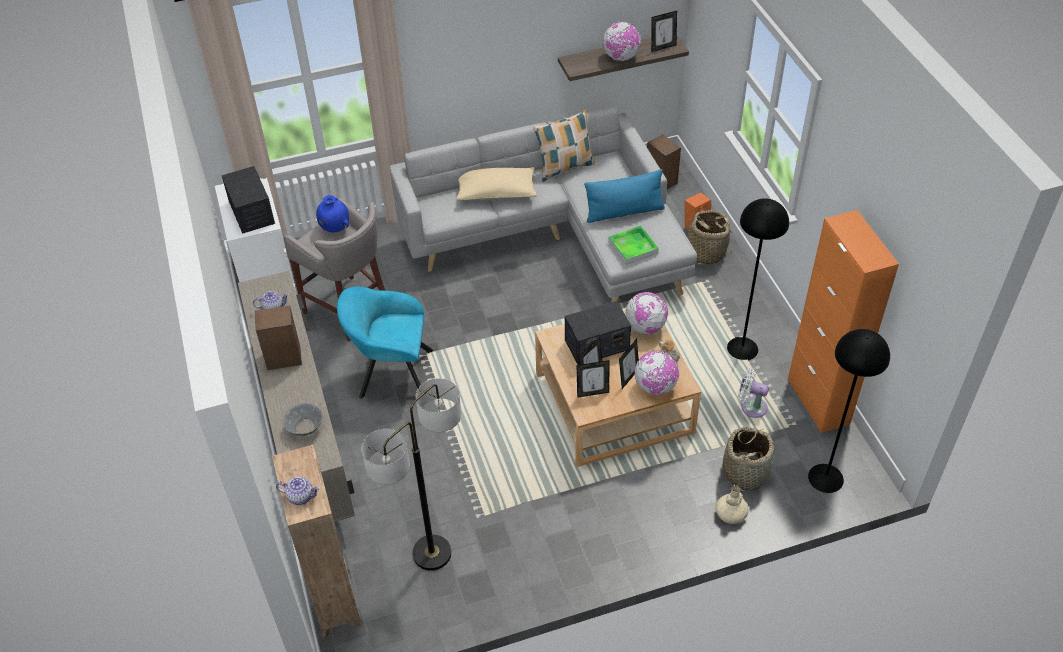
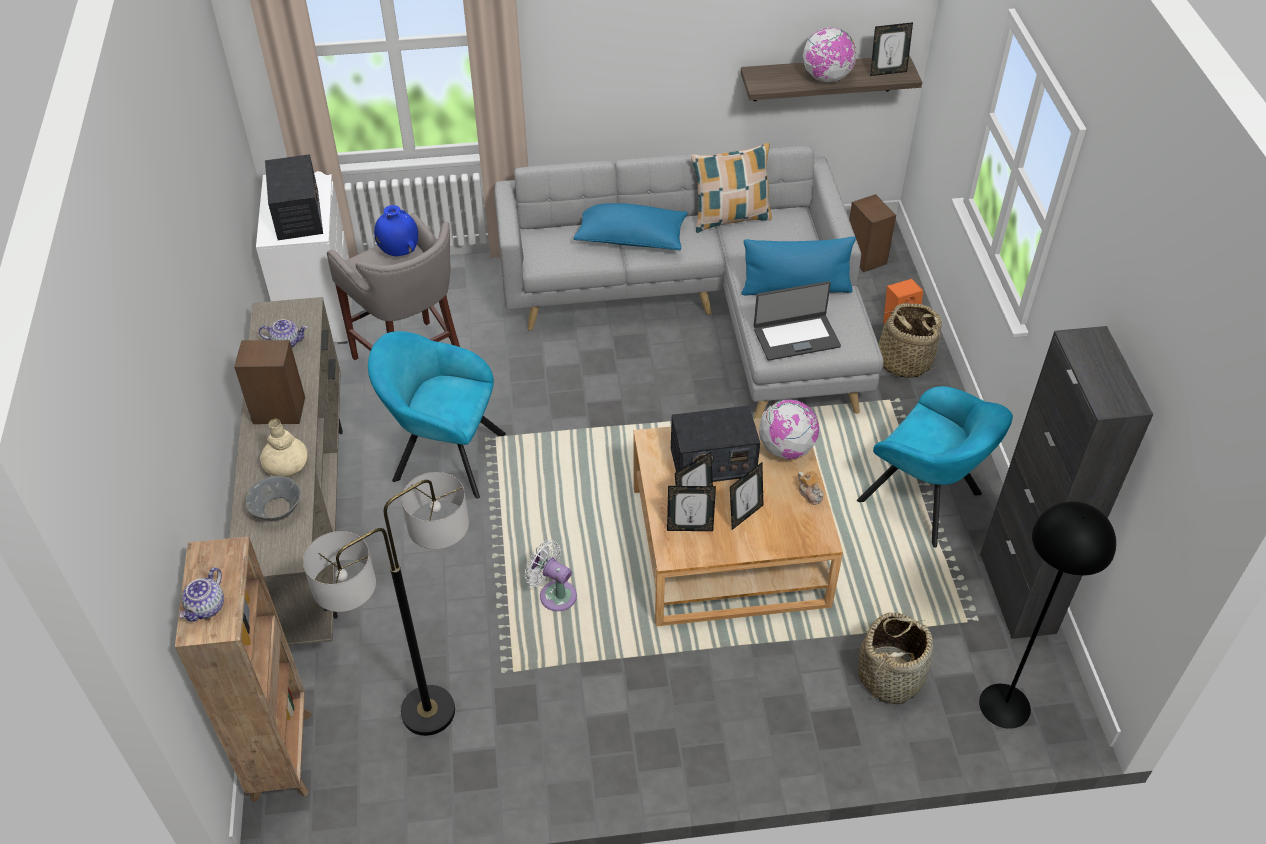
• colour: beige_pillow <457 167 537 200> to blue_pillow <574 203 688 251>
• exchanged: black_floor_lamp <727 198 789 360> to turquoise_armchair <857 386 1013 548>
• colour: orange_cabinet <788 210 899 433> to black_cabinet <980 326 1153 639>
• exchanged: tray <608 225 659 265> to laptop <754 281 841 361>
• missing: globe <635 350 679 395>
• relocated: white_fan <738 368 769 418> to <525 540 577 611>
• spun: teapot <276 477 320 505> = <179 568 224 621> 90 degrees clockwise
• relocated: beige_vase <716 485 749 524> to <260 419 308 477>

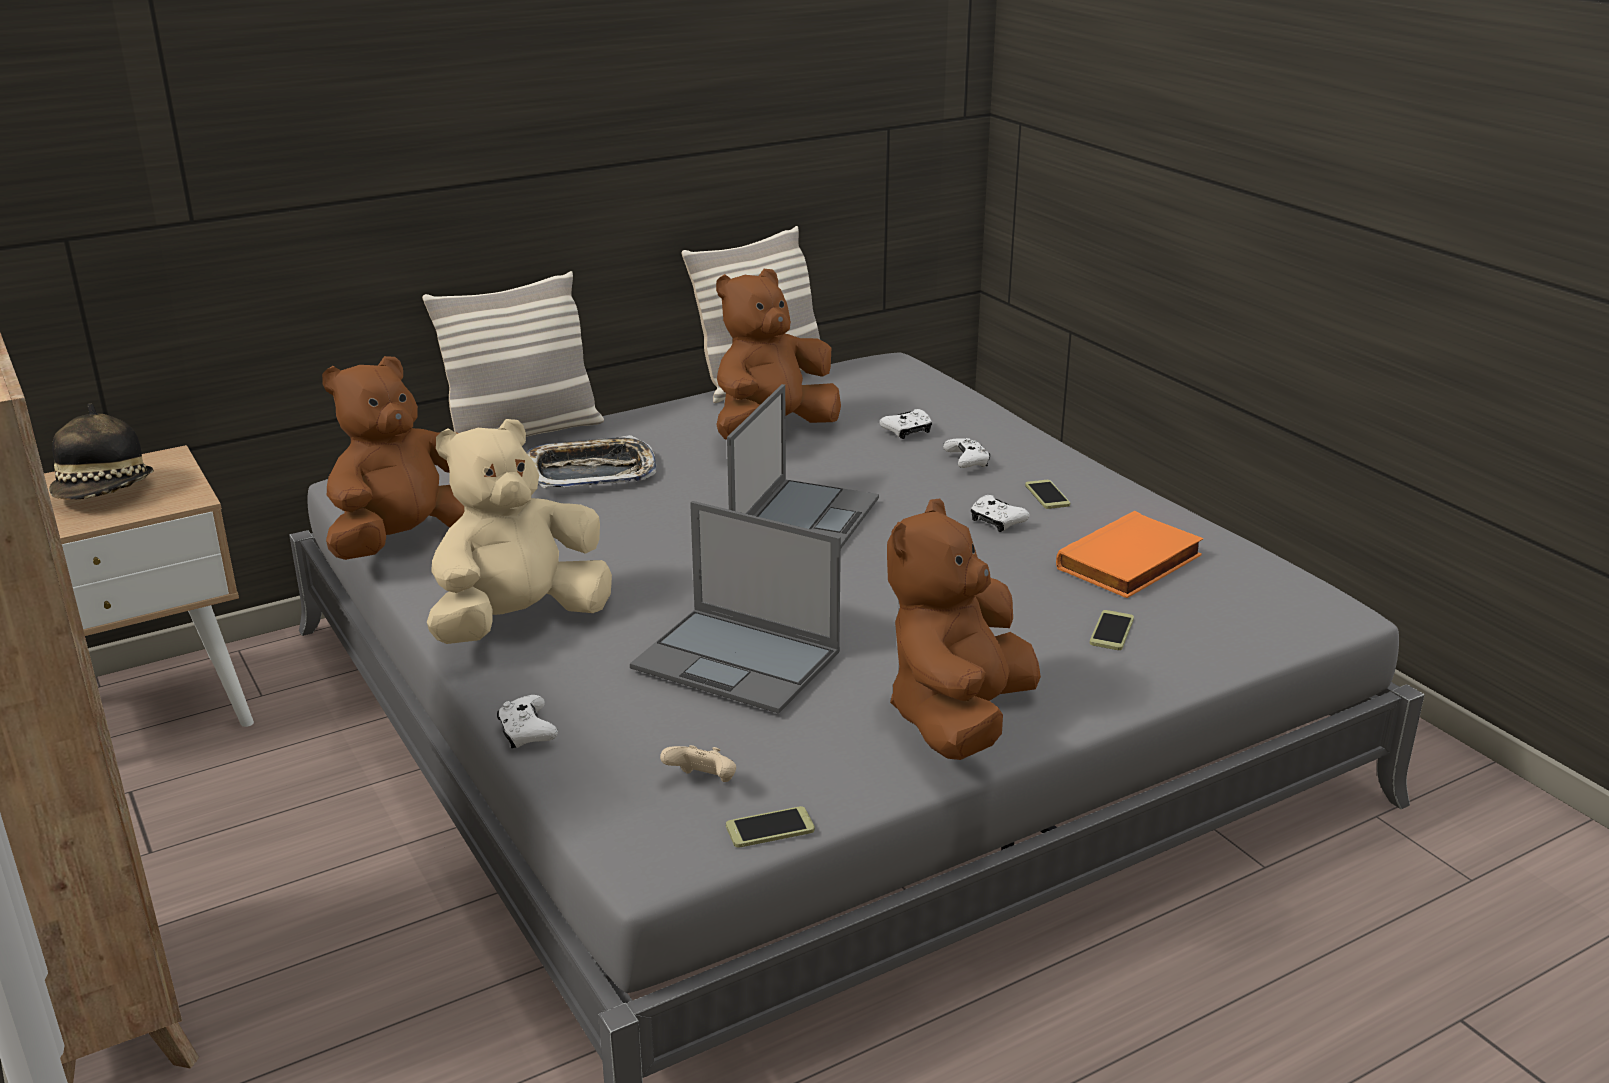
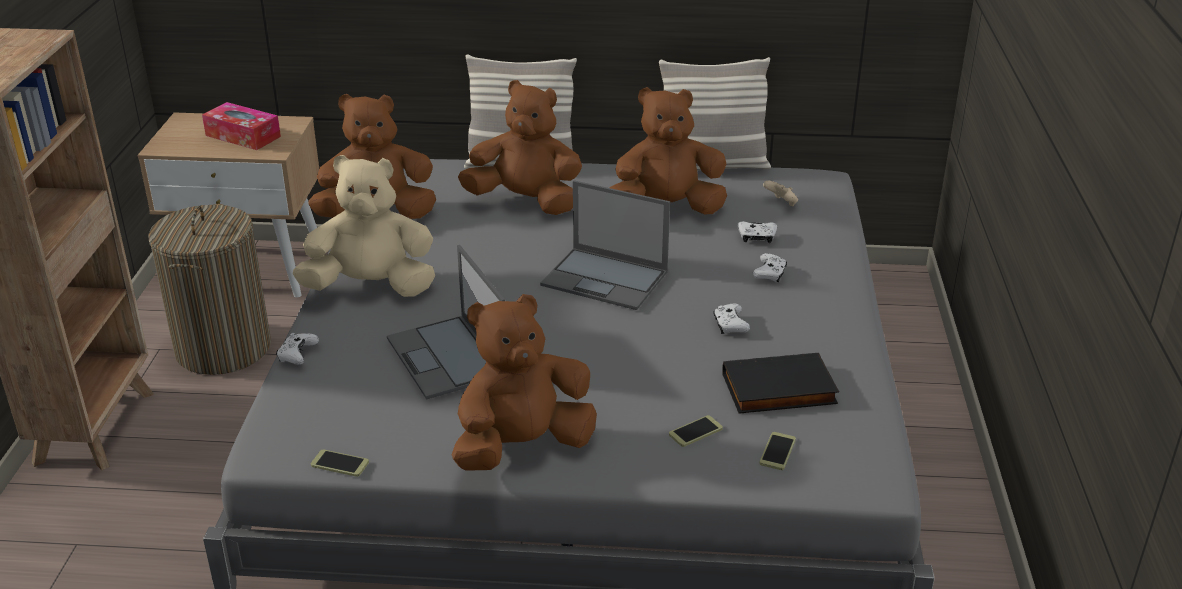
• spun: laptop <727 384 879 548> = <540 180 670 310> 60 degrees clockwise
• exchanged: hat <49 403 154 500> to tissue_box <202 102 281 150>
• exchanged: tray <526 435 656 488> to brown_plush_toy <458 80 582 215>
• relocated: phone <1025 480 1070 509> to <759 432 796 470>
• colour: orange_book <1056 511 1204 598> to black_book <722 353 839 414>
• relocated: beige_game_controller <660 745 736 782> to <763 181 798 206>
• appeared: laundry_basket <148 204 271 375>

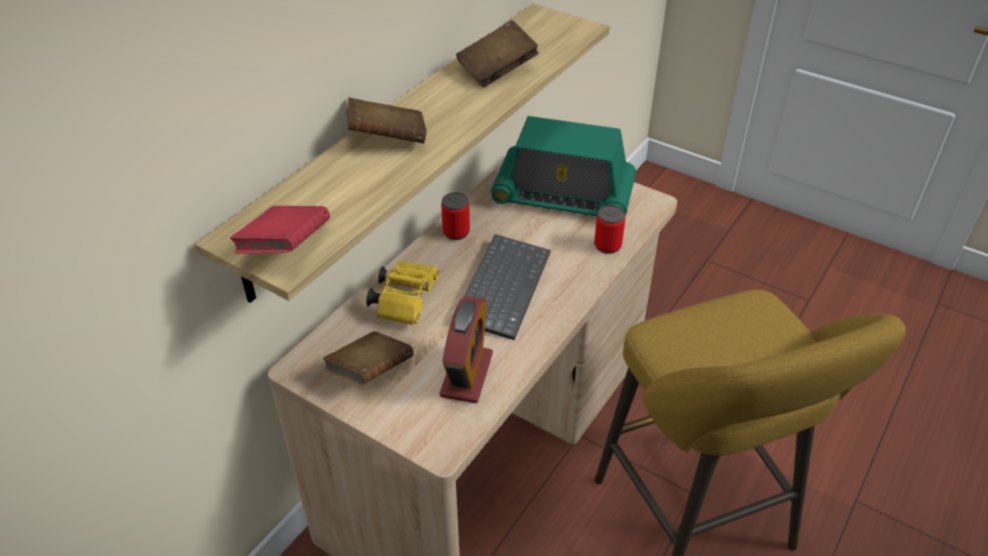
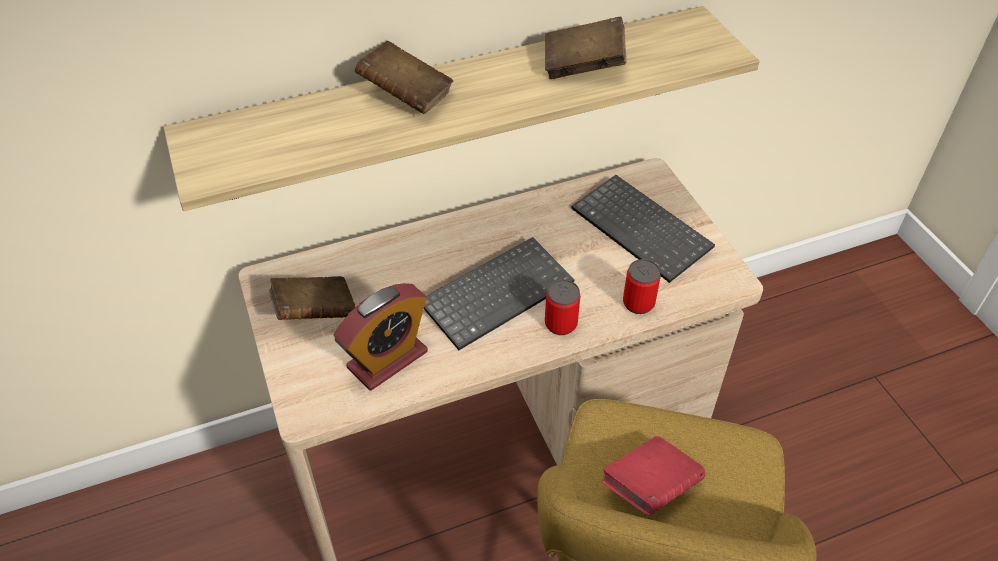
• exchanged: radio <491 116 636 216> to keyboard <572 175 715 283>
• relocated: can <441 192 470 240> to <545 280 580 335>
• relocated: red_book <230 206 330 254> to <601 436 706 516>
• missing: yellow_binoculars <366 261 439 326>

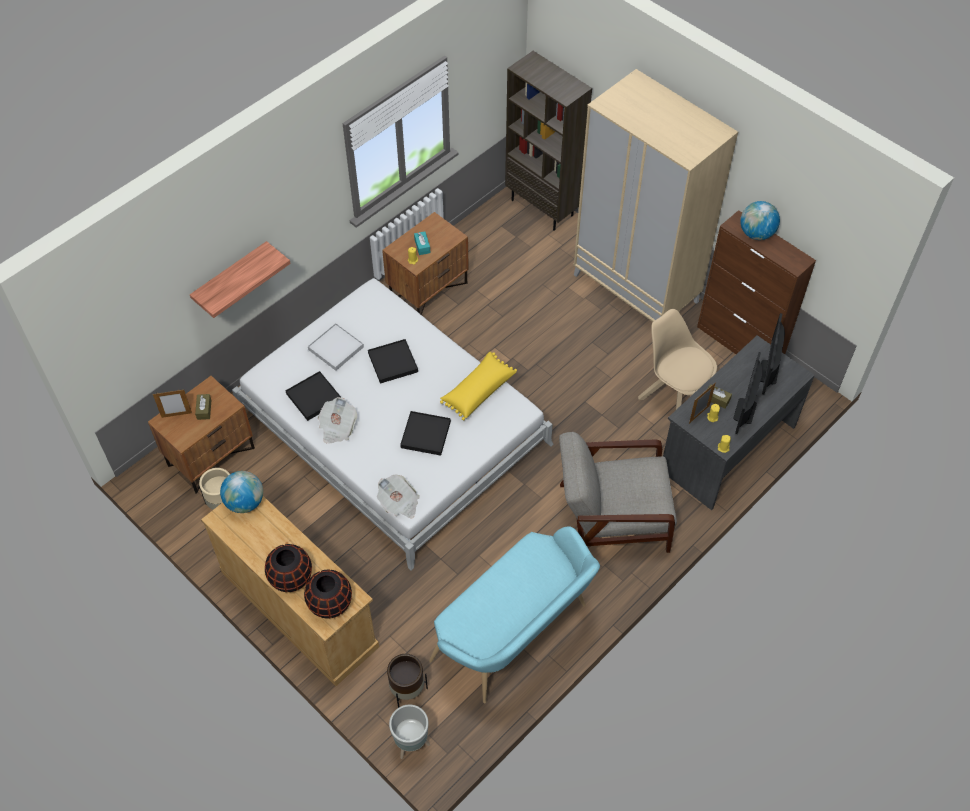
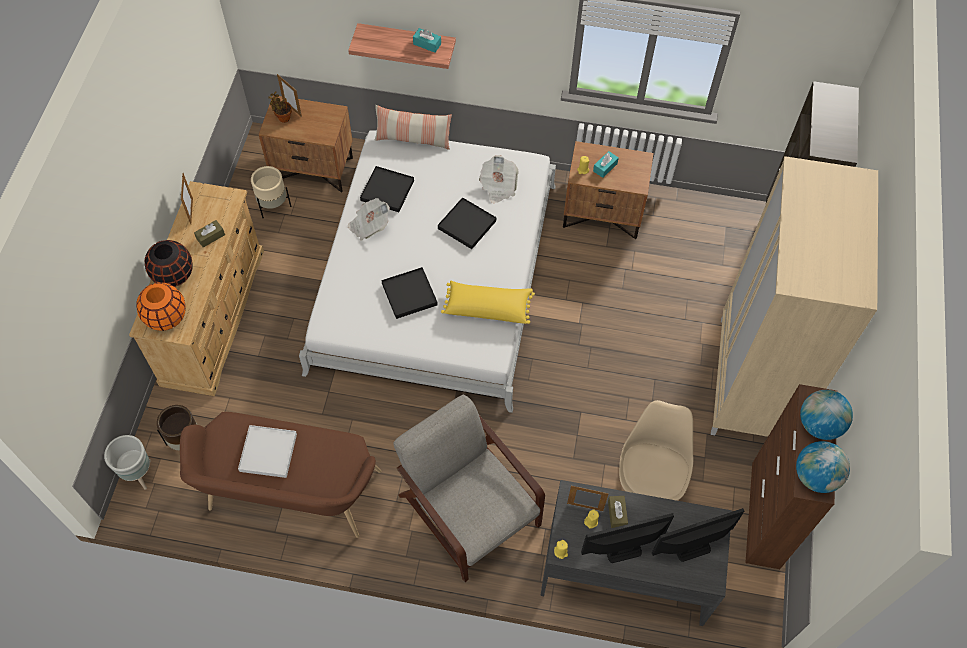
• relocated: white_tray <308 323 364 371> to <238 425 297 478>
• relocated: brown_tissue_box <195 394 211 420> to <194 220 225 248>
• relocated: globe <220 471 263 513> to <796 441 850 493>
• relocated: newspaper <377 475 420 518> to <479 155 519 203>
• colour: turquoise_bench <429 526 600 703> to brown_bench <180 412 381 538>
• colour: black_vase <304 570 352 619> to orange_vase <136 282 186 331>
• appeared: turquoise_tissue_box <413 28 441 53>
• appeared: potted_plant <268 91 292 123>
• appeared: pillow <374 105 452 150>
• appeared: picture_frame <181 173 193 224>

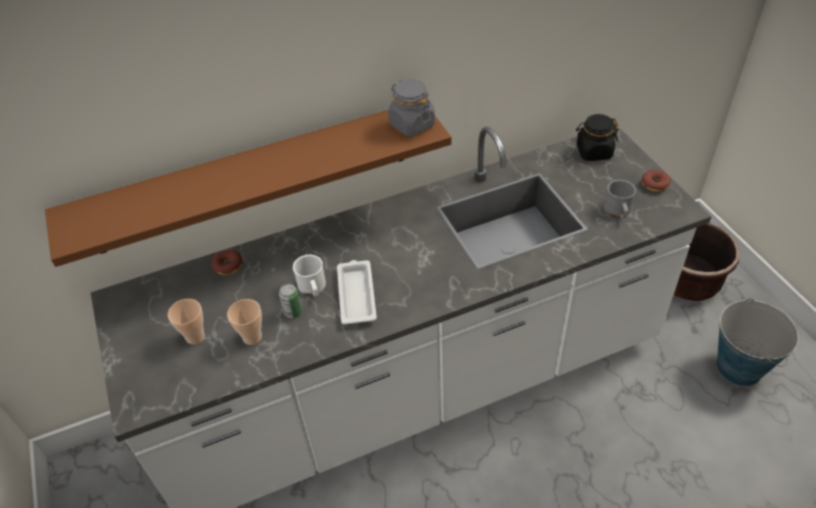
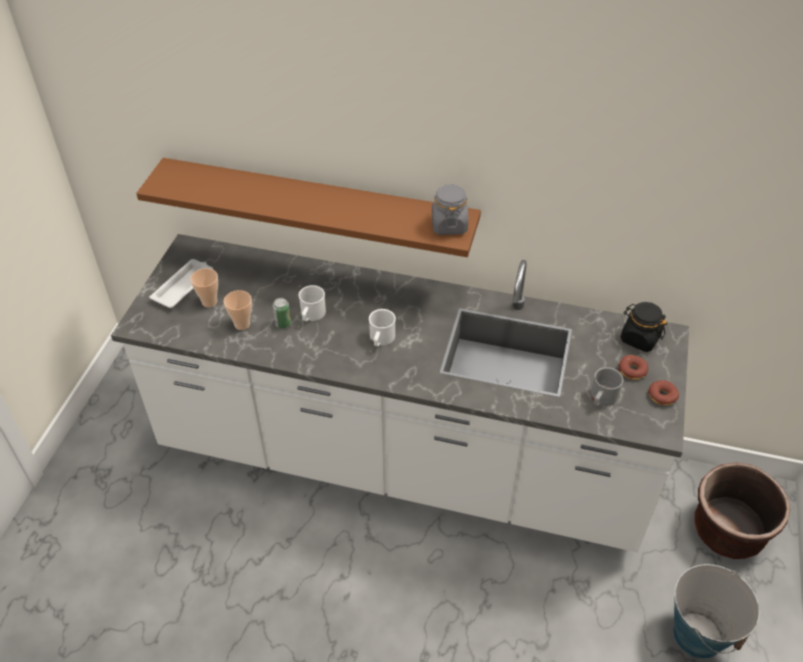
• relocated: donut <212 250 243 275> to <618 355 648 380>
• relocated: white_tray <337 260 377 325> to <149 259 213 308>
• appeared: white_mug <369 309 396 346>

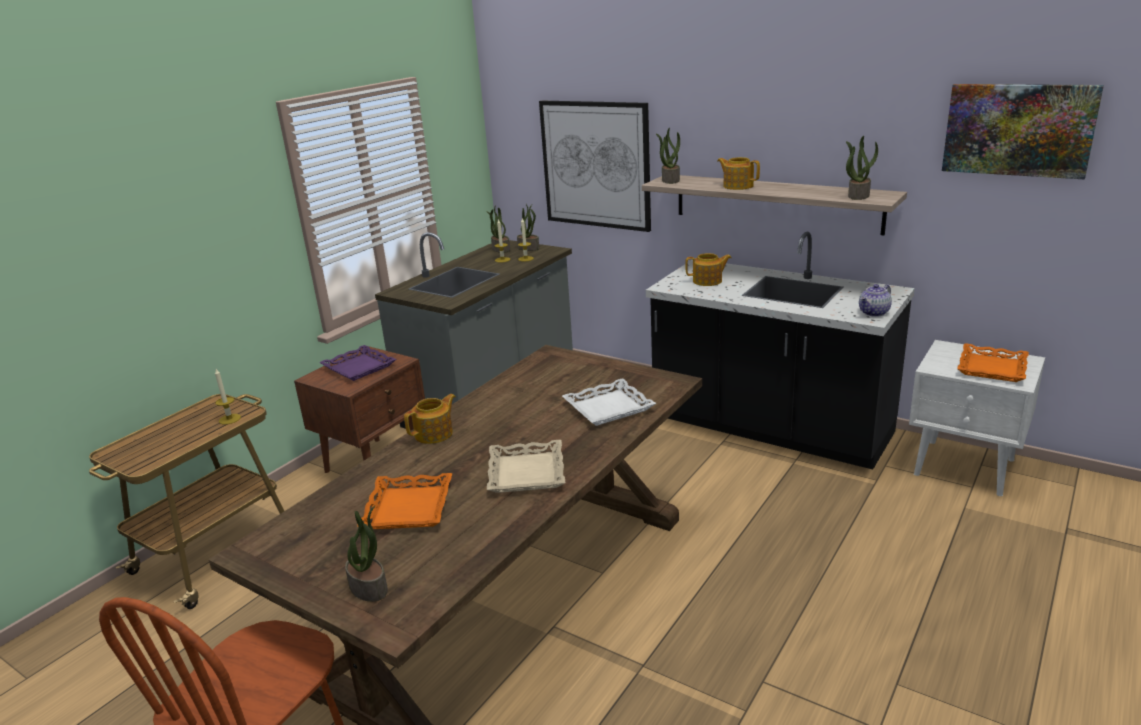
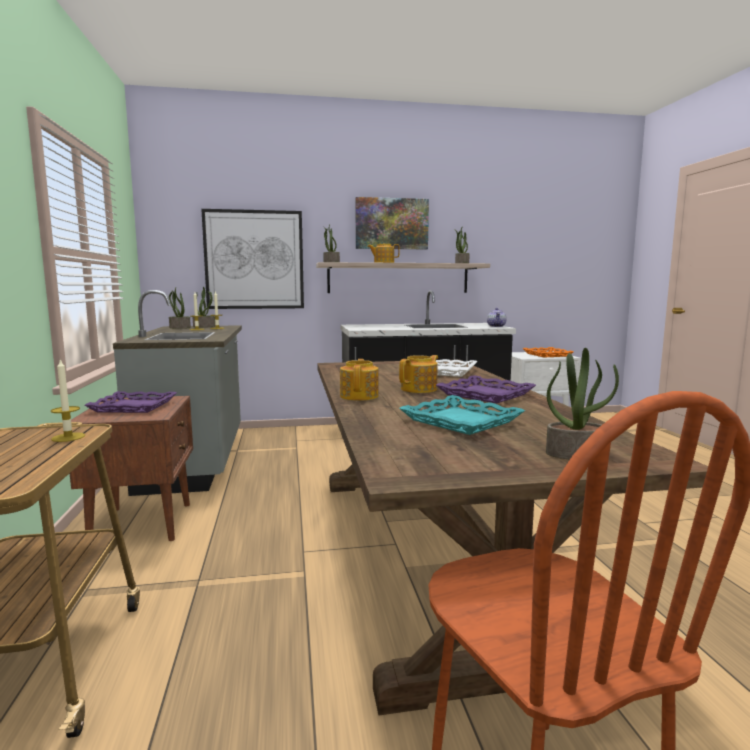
• relocated: picture <942 84 1104 180> to <355 197 429 249>
• relocated: teapot <685 253 731 286> to <399 355 438 393>
• colour: beige_tray <487 440 565 493> to purple_tray <436 375 536 403>
• colour: orange_tray <357 473 452 529> to turquoise_tray <399 395 525 435>

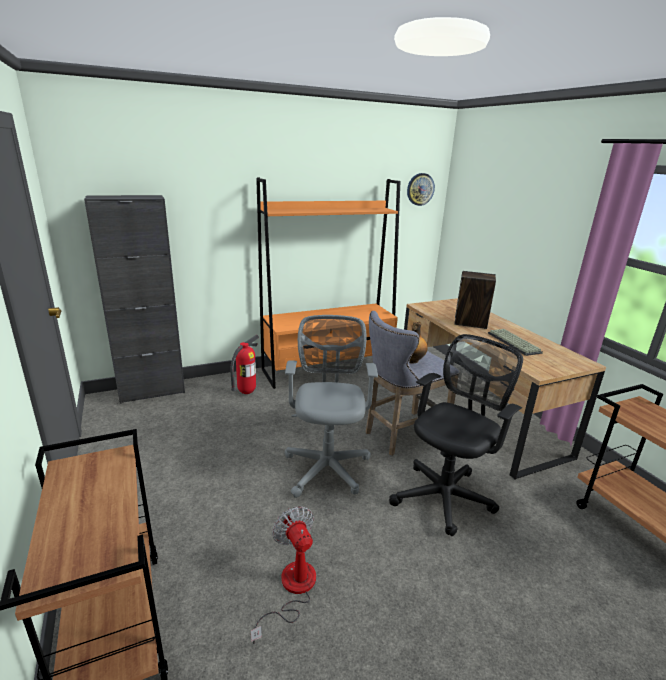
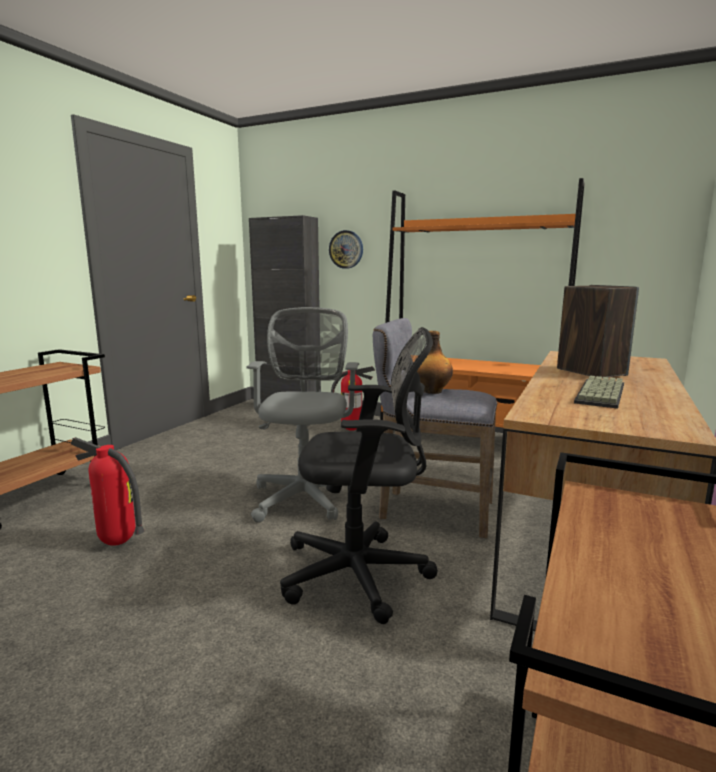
• relocated: wall_clock <407 173 435 206> to <329 230 363 269>
• spun: grey_office_chair <285 315 378 498> = <246 307 359 523> 45 degrees counterclockwise
• exchanged: fan <251 506 316 644> to fire_extinguisher <71 437 145 546>

